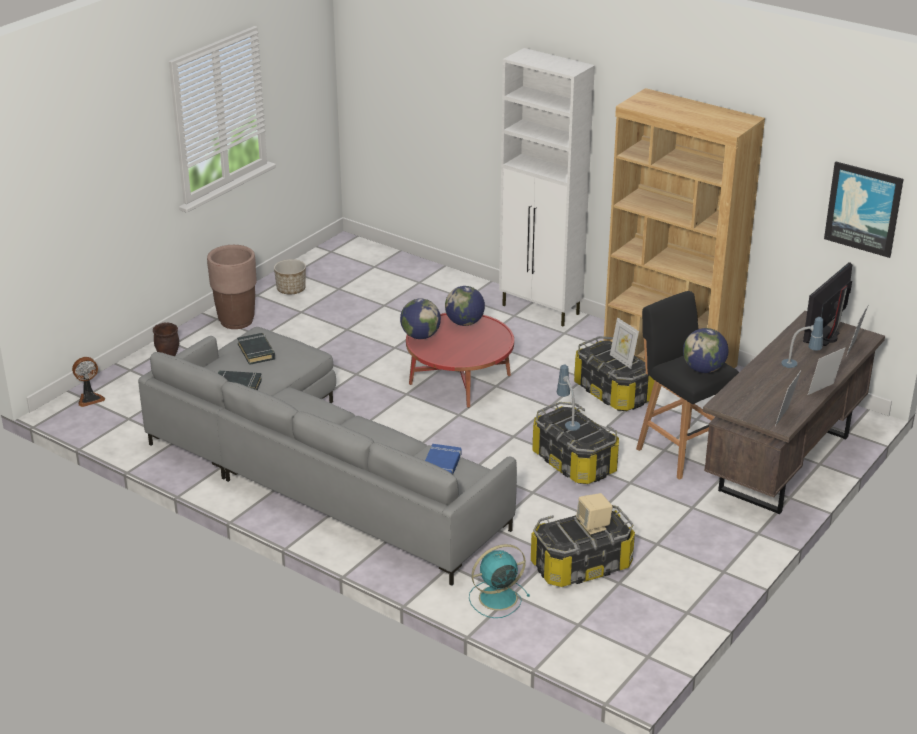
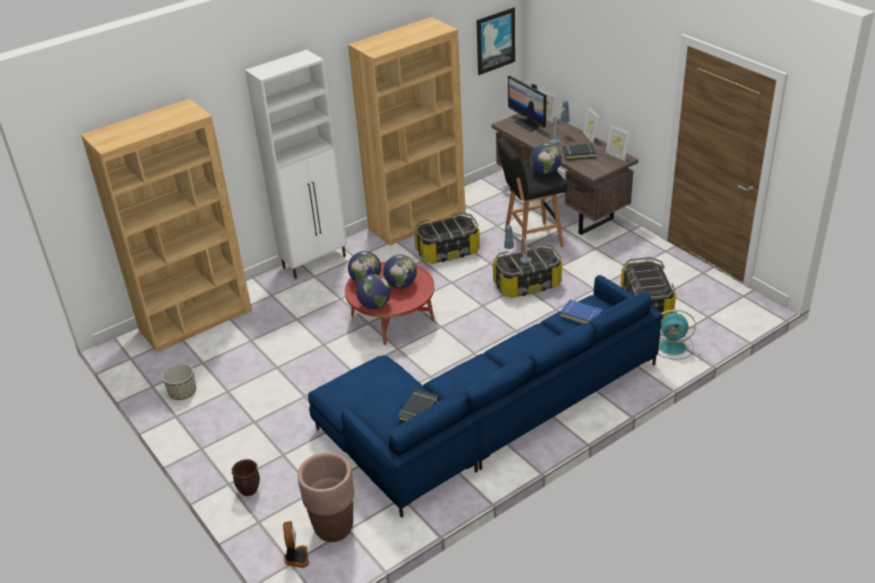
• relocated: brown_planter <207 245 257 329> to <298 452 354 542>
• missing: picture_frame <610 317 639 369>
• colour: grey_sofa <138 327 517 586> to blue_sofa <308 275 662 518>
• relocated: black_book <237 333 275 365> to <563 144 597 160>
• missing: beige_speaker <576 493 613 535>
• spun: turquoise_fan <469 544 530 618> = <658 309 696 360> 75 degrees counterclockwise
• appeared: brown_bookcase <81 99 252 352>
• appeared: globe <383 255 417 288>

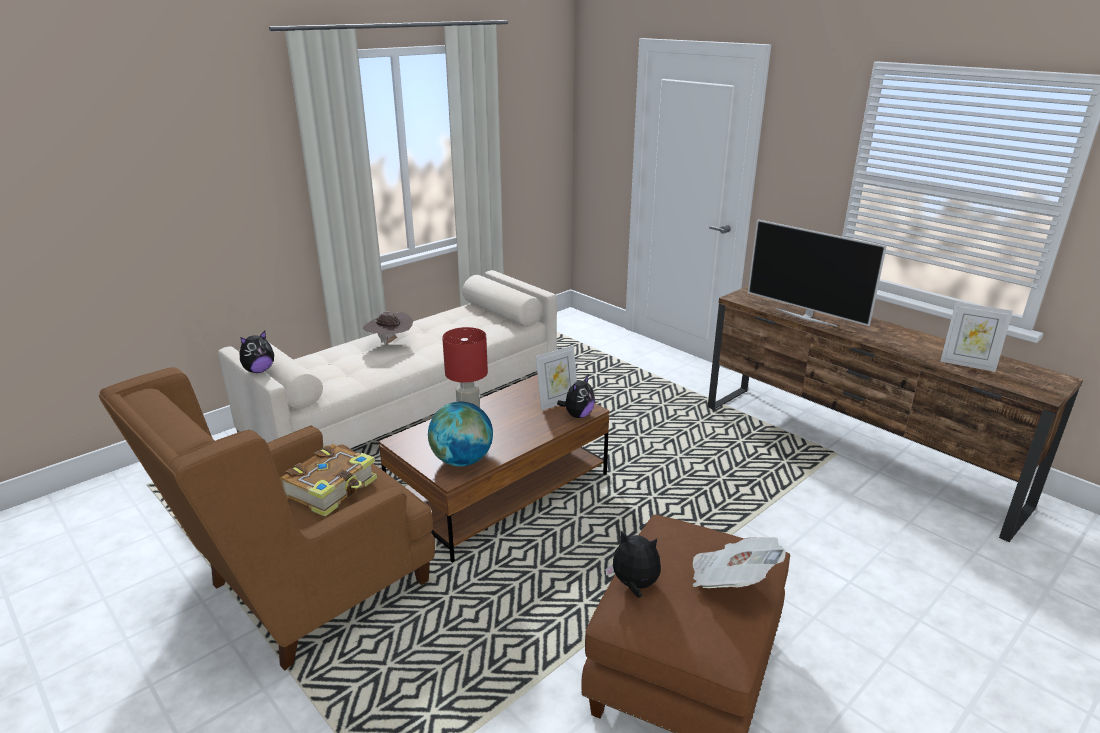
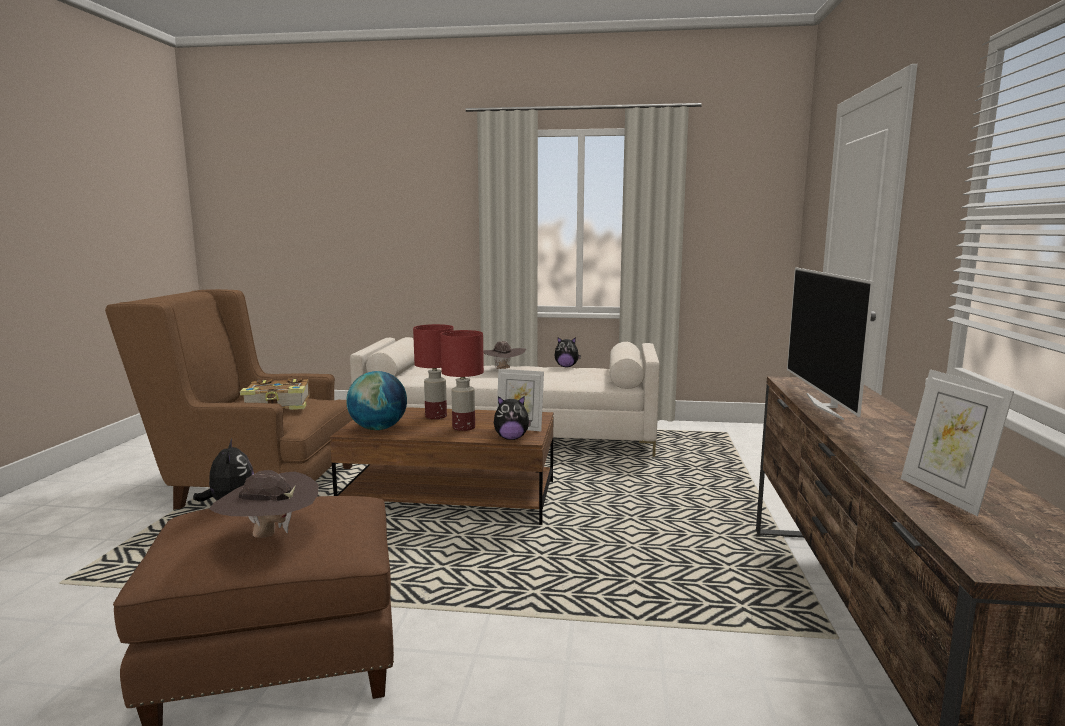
• relocated: plush_toy <240 331 274 373> to <555 337 581 367>
• exchanged: newspaper <693 537 786 588> to brown_hat <209 470 319 538>
• appeared: red_table_lamp <440 330 484 431>

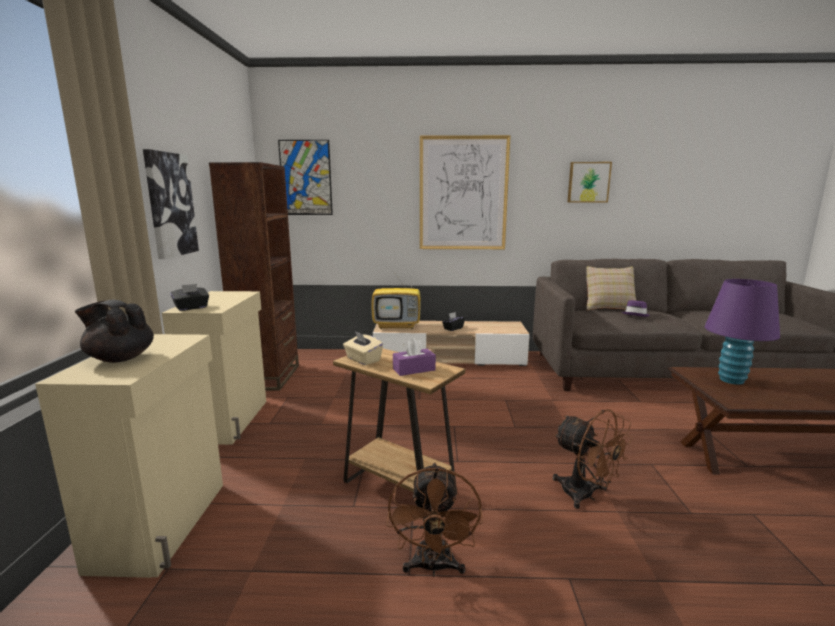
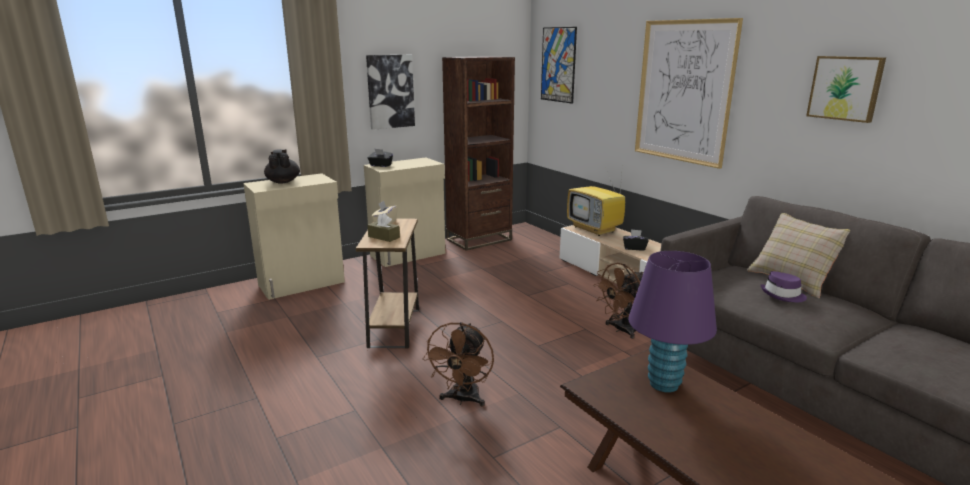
• colour: purple_tissue_box <393 338 436 376> to brown_tissue_box <367 213 400 242>
• relocated: brown_fan <387 462 483 577> to <593 263 644 339>

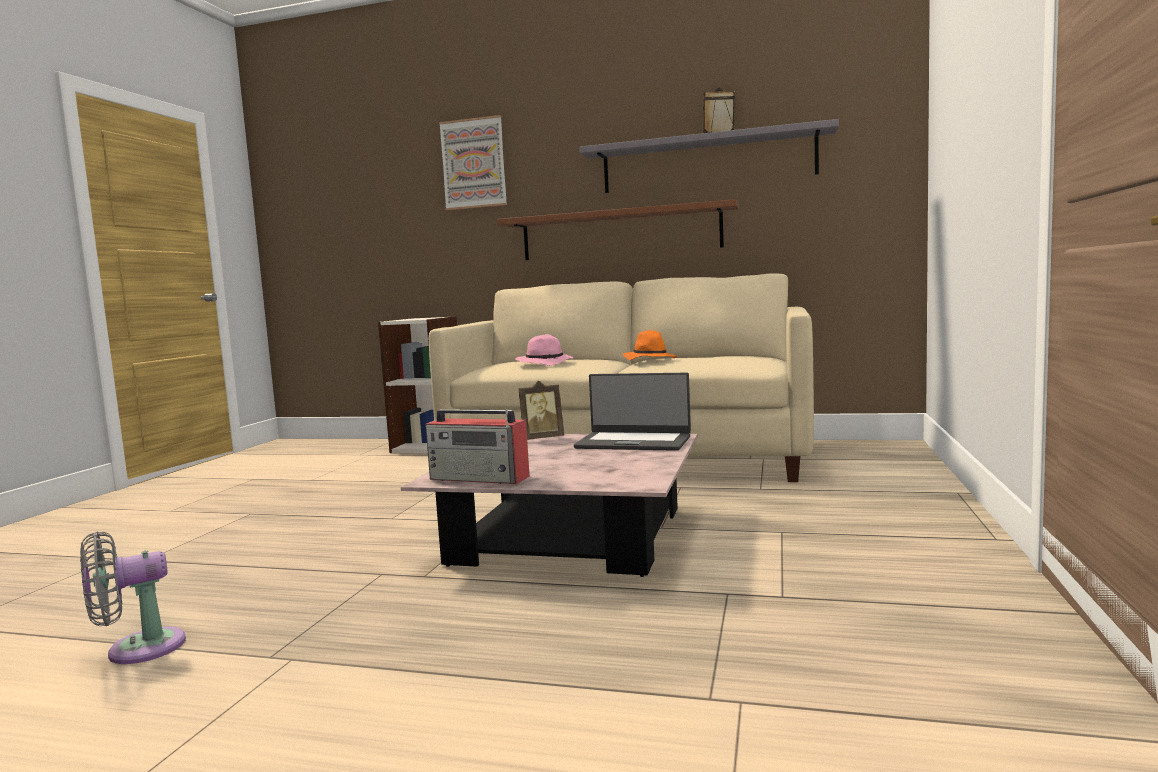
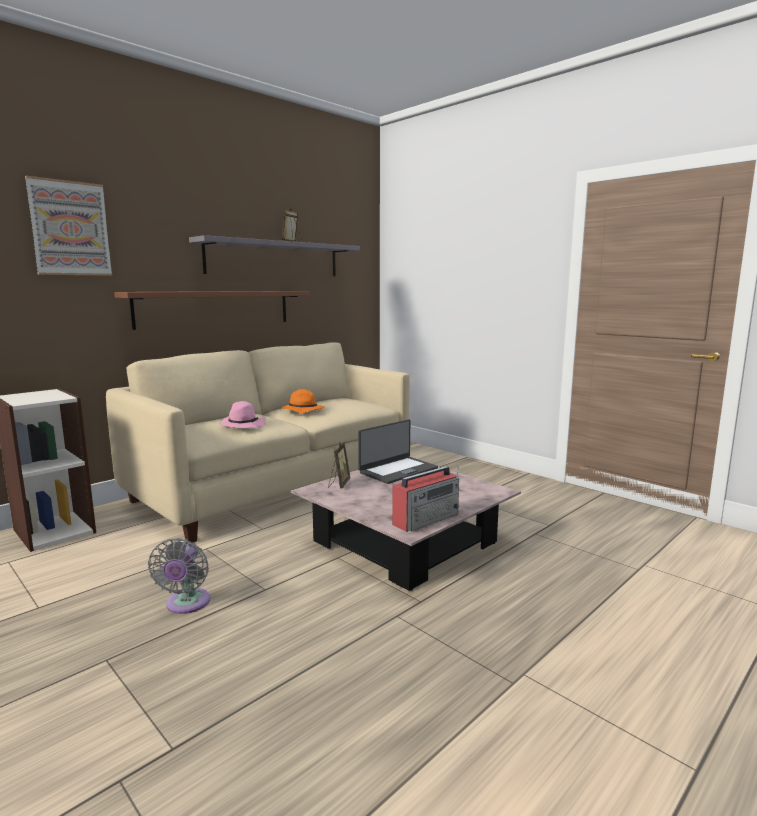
• relocated: grey_fan <80 531 186 664> to <148 538 210 614>

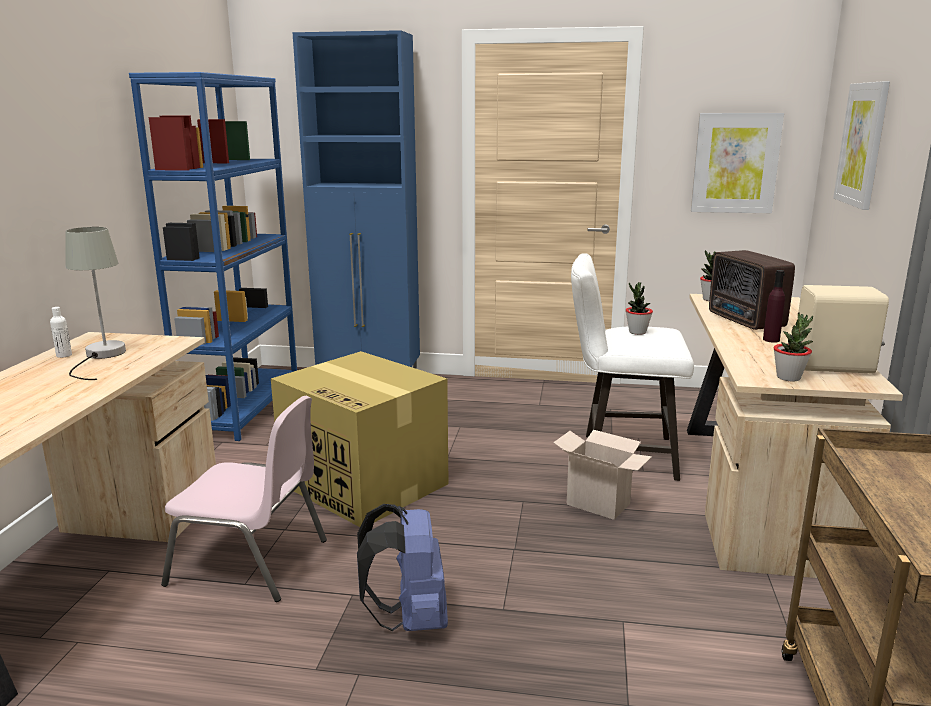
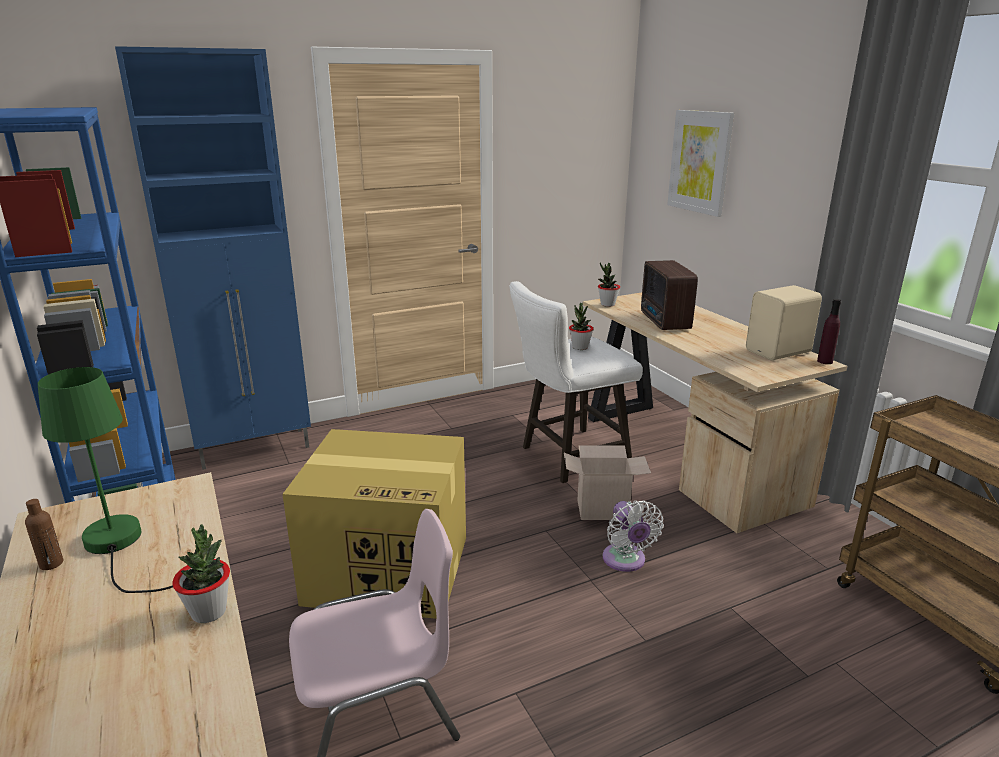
• missing: picture <691 113 784 213>
• colour: grey_table_lamp <65 227 126 380> to green_table_lamp <38 367 173 593>
• spun: radio <709 250 795 330> = <641 260 698 330> 45 degrees clockwise
• relocated: purple_bottle <763 270 785 343> to <817 299 841 364>
• colour: white_bottle <50 307 72 358> to brown_bottle <25 499 63 570>
• relocated: potted_plant <774 312 813 382> to <172 524 230 623>
• missing: blue_backpack <357 504 448 631>
• appeared: white_fan <603 501 664 572>

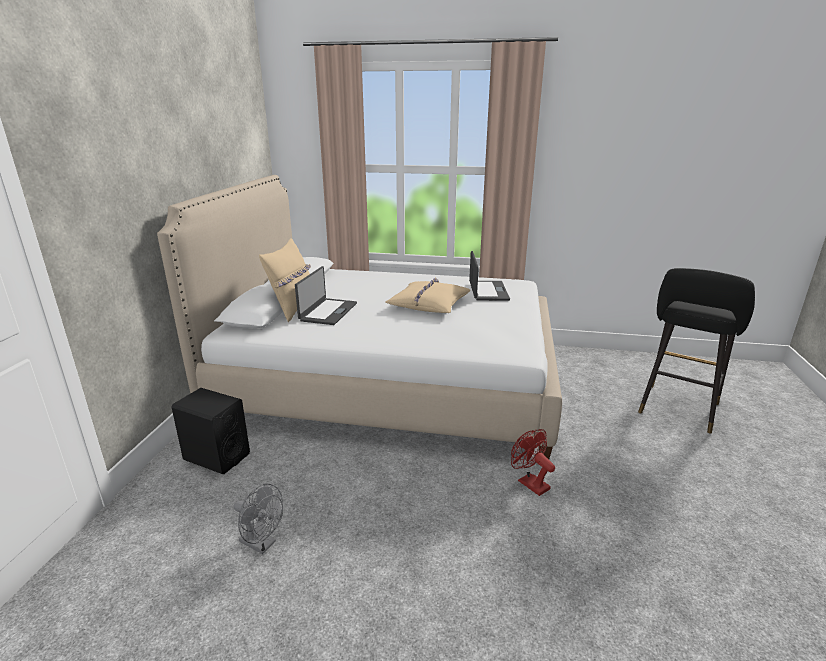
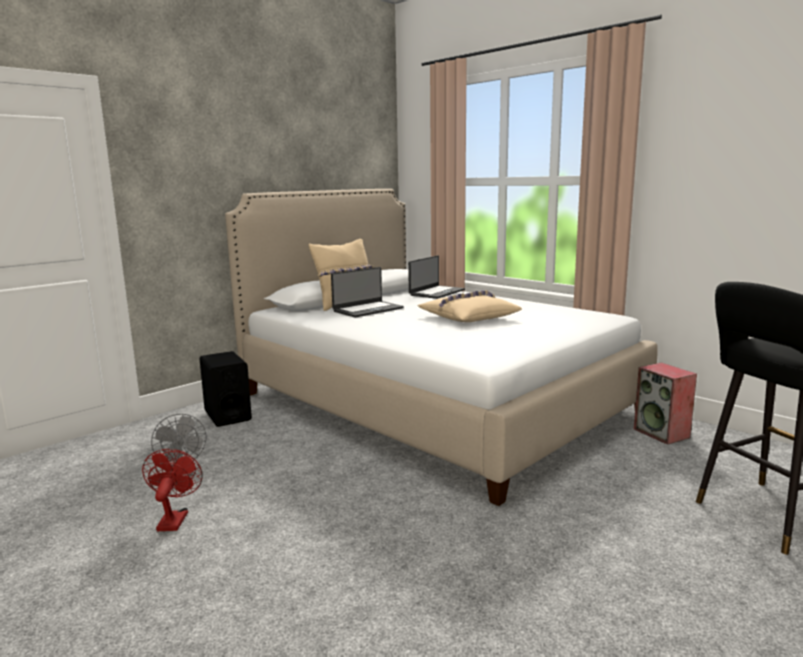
• relocated: laptop <469 251 510 301> to <408 255 465 299>
• relocated: red_fan <511 429 555 496> to <142 449 203 531>
• appeared: speaker <634 363 697 445>

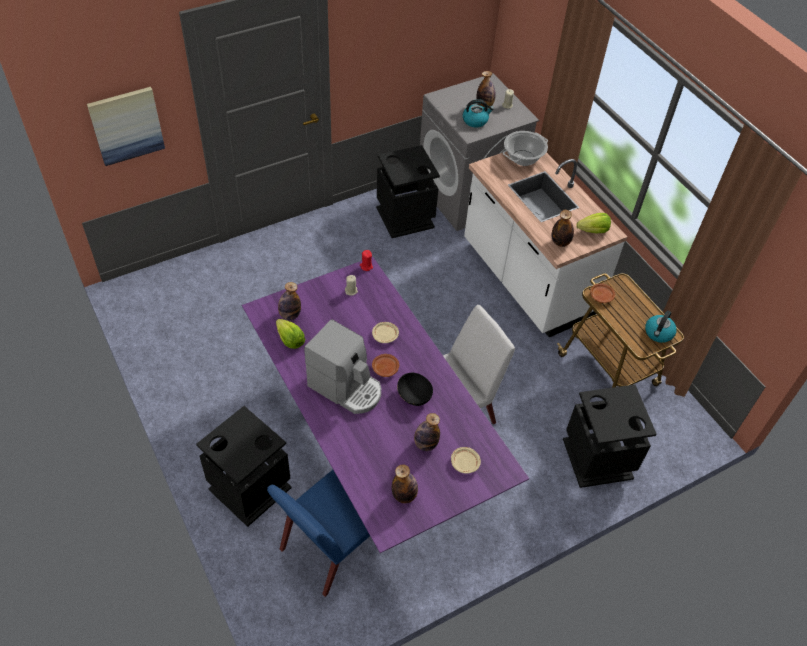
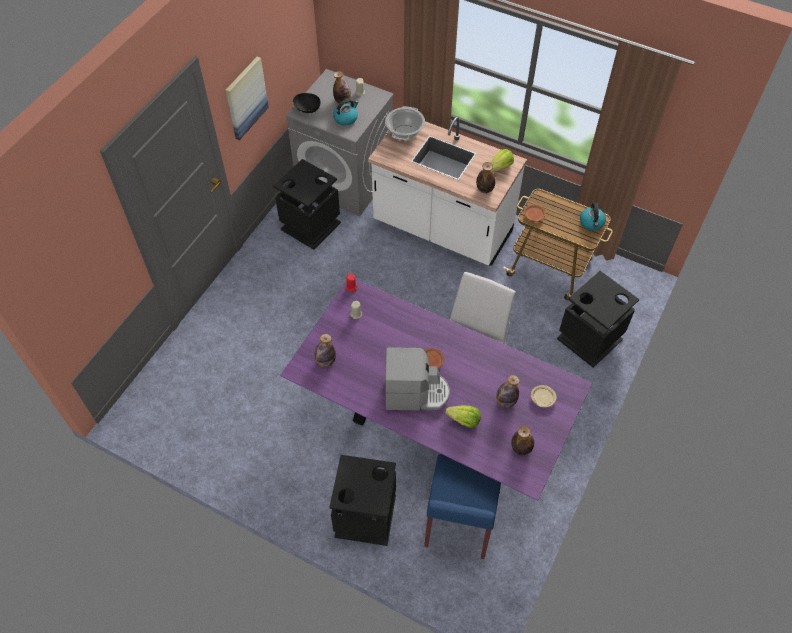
• relocated: picture <87 87 165 166> to <225 57 269 140>
• relocated: lettuce <276 319 305 349> to <445 406 481 428>
• missing: beige_plate <372 322 399 343>
• relocated: black_bowl <397 372 433 406> to <293 93 320 113>

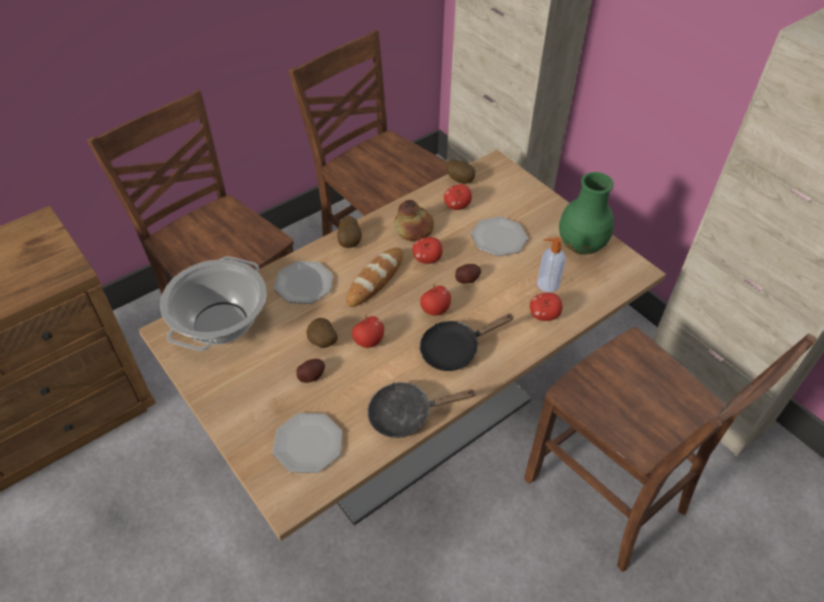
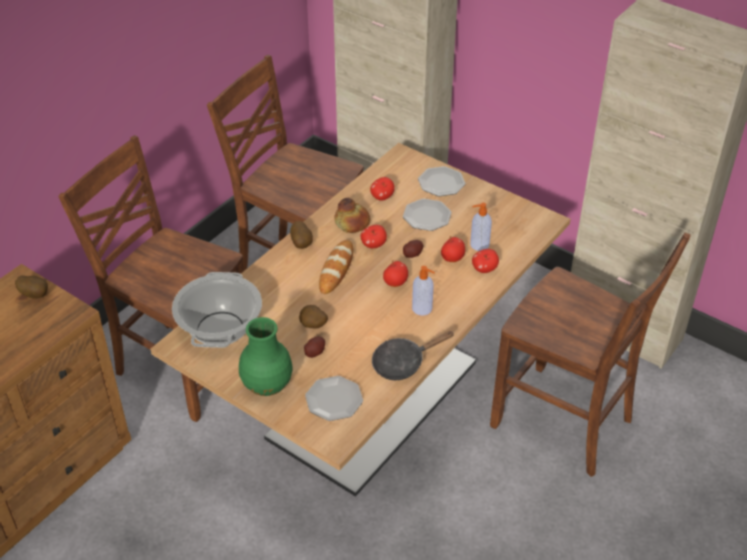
• relocated: potato <446 159 475 184> to <15 275 48 299>
• relocated: green_vase <559 172 614 255> to <239 317 293 396>
• relocated: plate <274 261 333 304> to <418 166 465 196>
• exchanged: black_frying_pan <420 314 513 371> to soap_dispenser <412 266 435 315>
• relocated: apple <352 315 384 348> to <441 236 465 262>

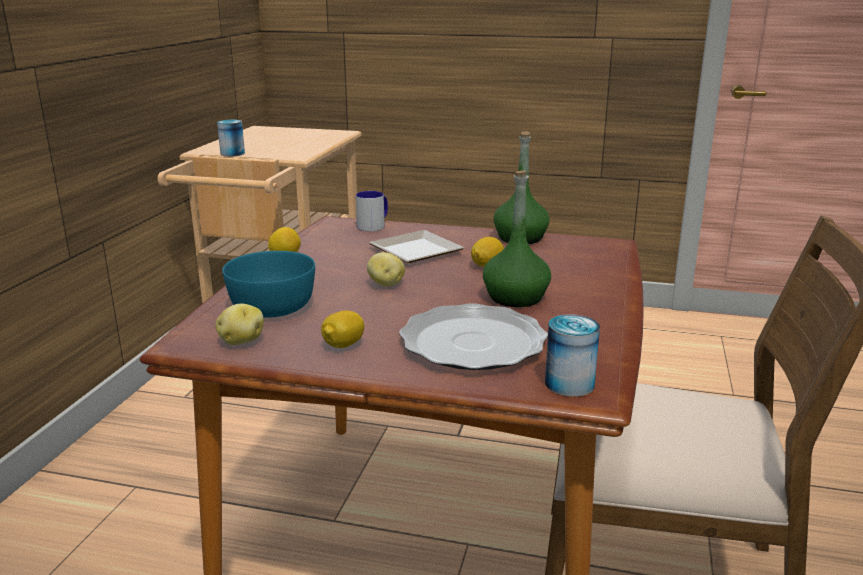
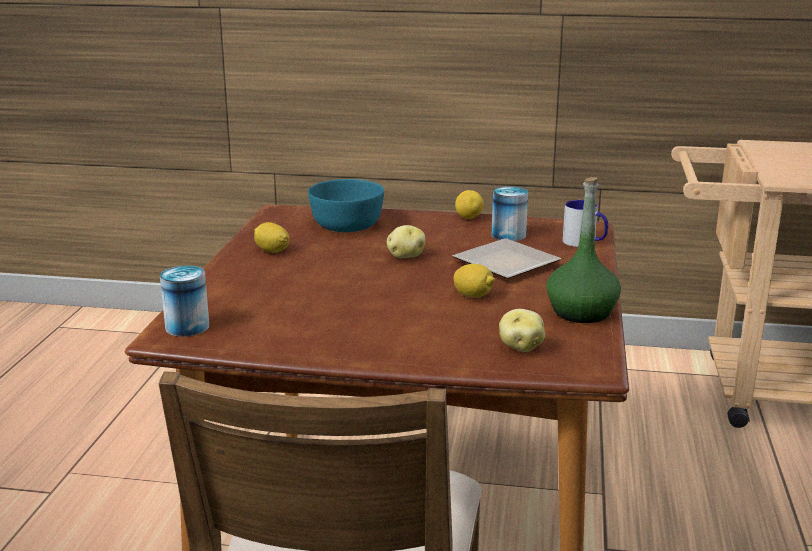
• relocated: can <217 120 245 156> to <492 186 528 241>
• missing: green_bottle <483 170 551 307>
• missing: plate <399 303 548 370>
• relocated: potato <216 304 264 345> to <499 309 545 352>

